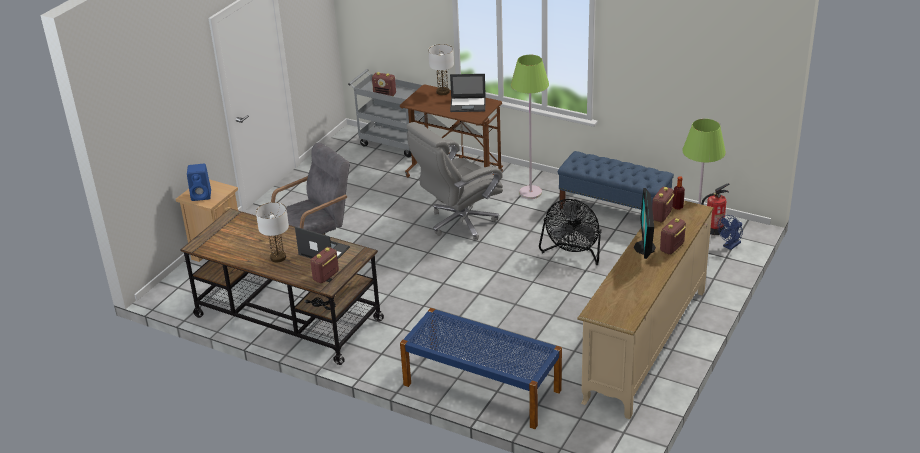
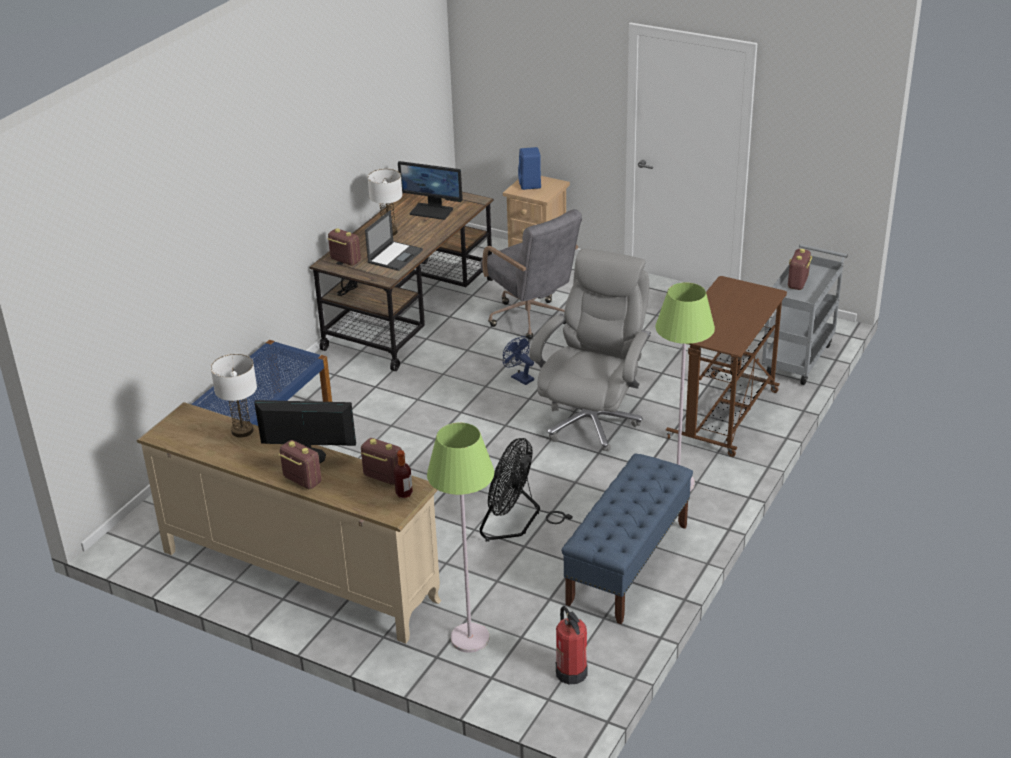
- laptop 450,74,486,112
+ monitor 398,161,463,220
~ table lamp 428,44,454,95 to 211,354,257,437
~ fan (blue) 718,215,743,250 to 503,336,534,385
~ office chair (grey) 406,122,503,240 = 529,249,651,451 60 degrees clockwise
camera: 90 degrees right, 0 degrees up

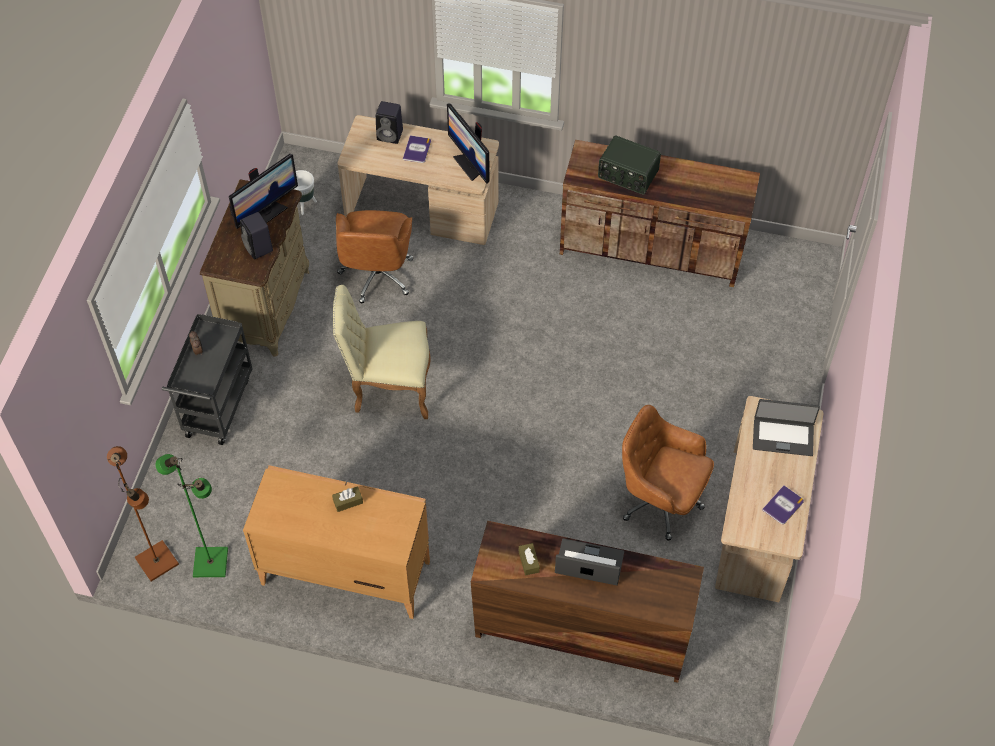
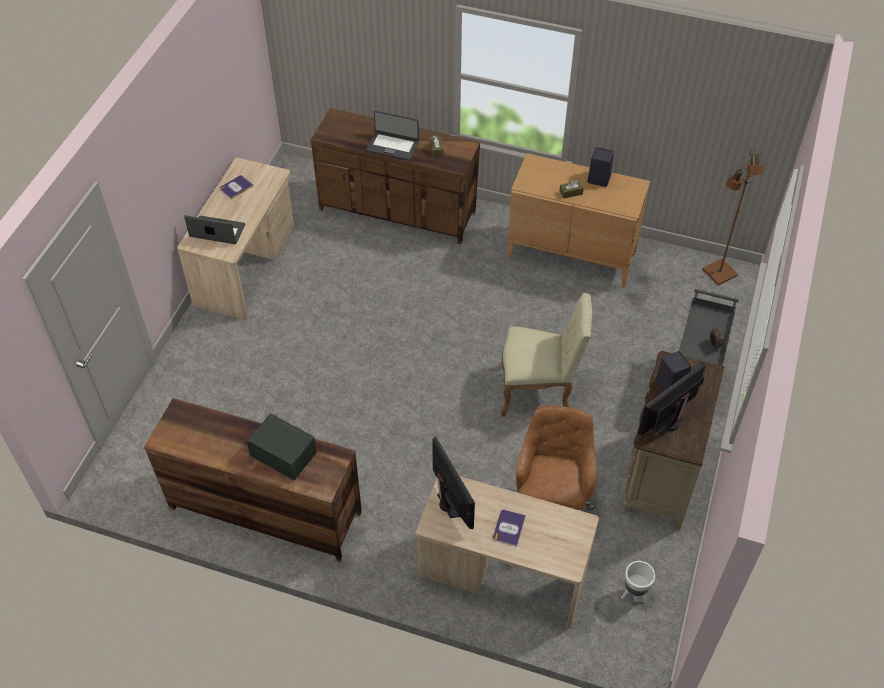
- floor lamp (green) 155,454,228,577
- office chair (brown) 622,405,714,540
~ speaker (black) 376,101,403,144 to 587,147,614,187
camera: 175 degrees left, 5 degrees down

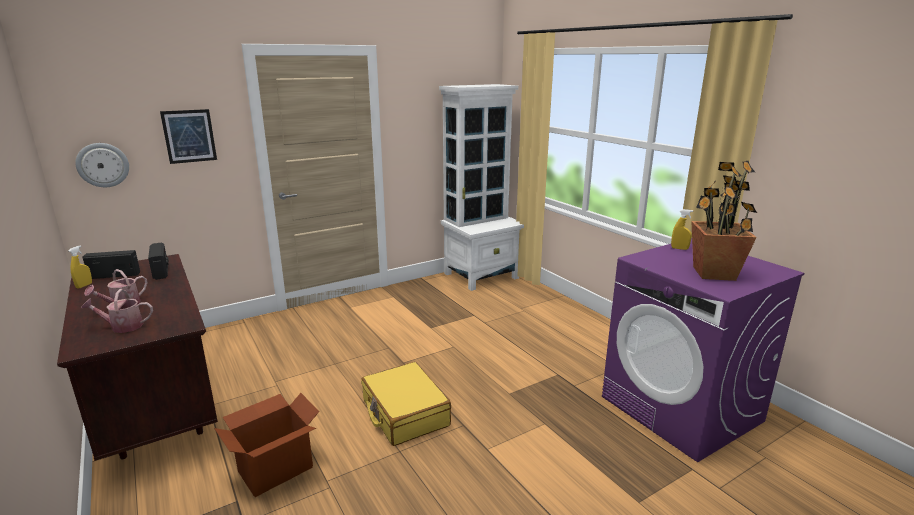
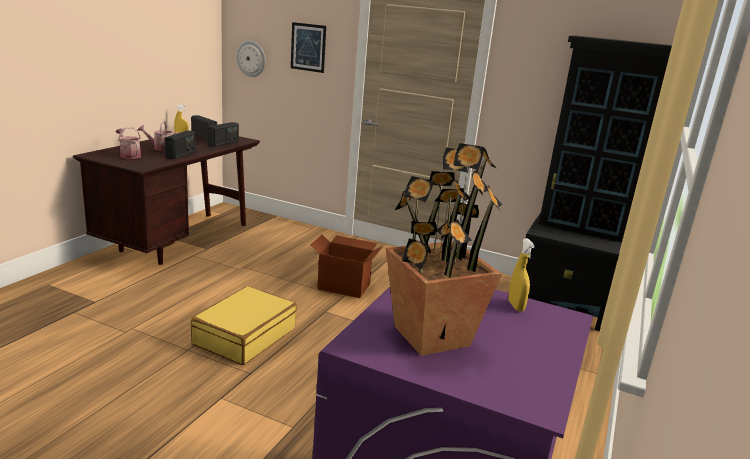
+ radio 165,130,196,160
~ cardboard box 214,393,319,497 to 311,234,383,298
~ cabinet (white) 439,84,524,291 to cabinet (black) 526,36,672,331
camera: 55 degrees right, 0 degrees up

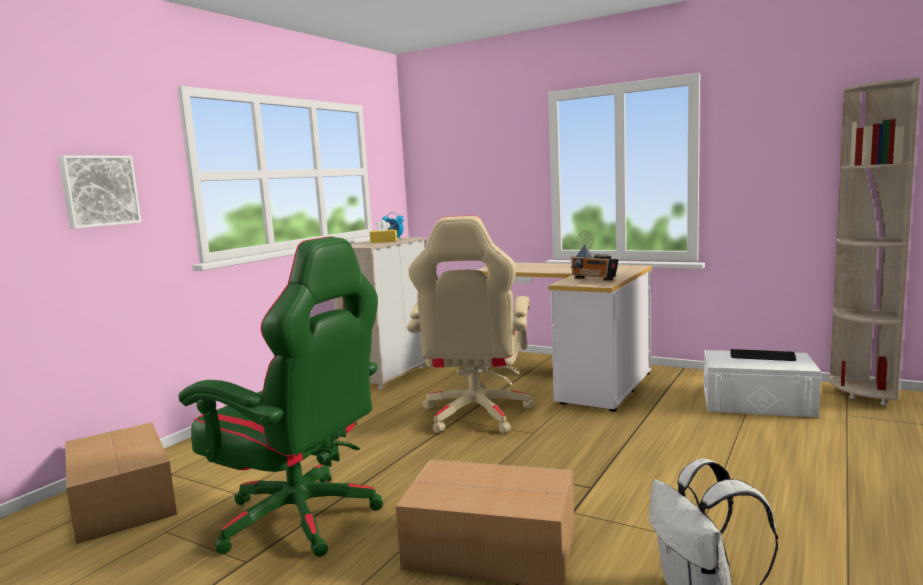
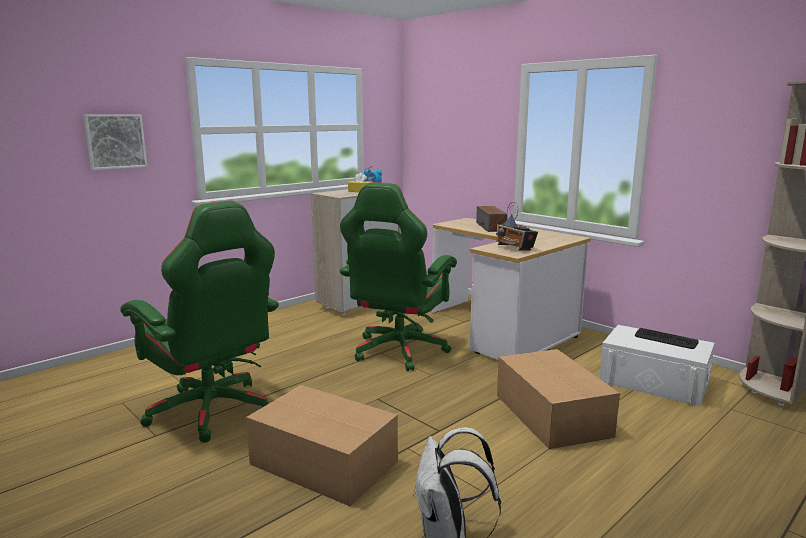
+ speaker 476,206,507,232
~ cardboard box 65,422,177,544 to 497,349,620,449
~ office chair (beige) 407,215,534,434 to office chair (green) 340,182,457,371
camera: 15 degrees right, 5 degrees up

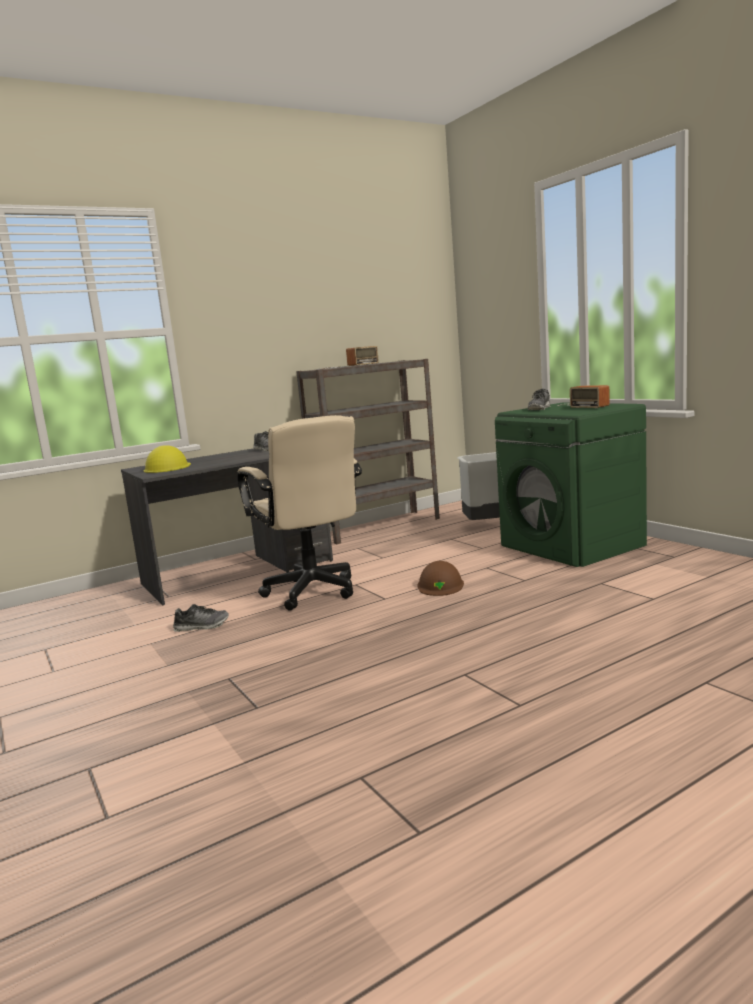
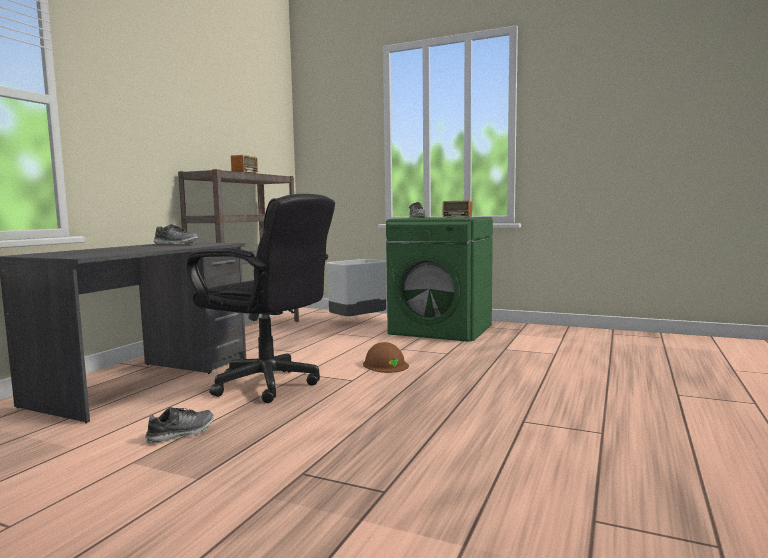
- hard hat (yellow) 144,445,191,473
~ office chair (beige) 237,415,362,611 to office chair (black) 186,194,335,403
camera: 35 degrees left, 5 degrees down

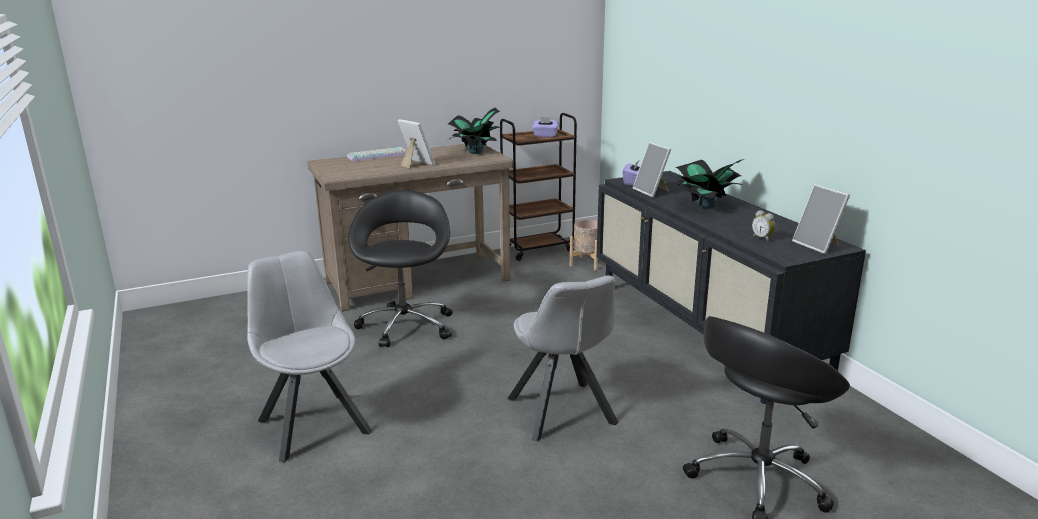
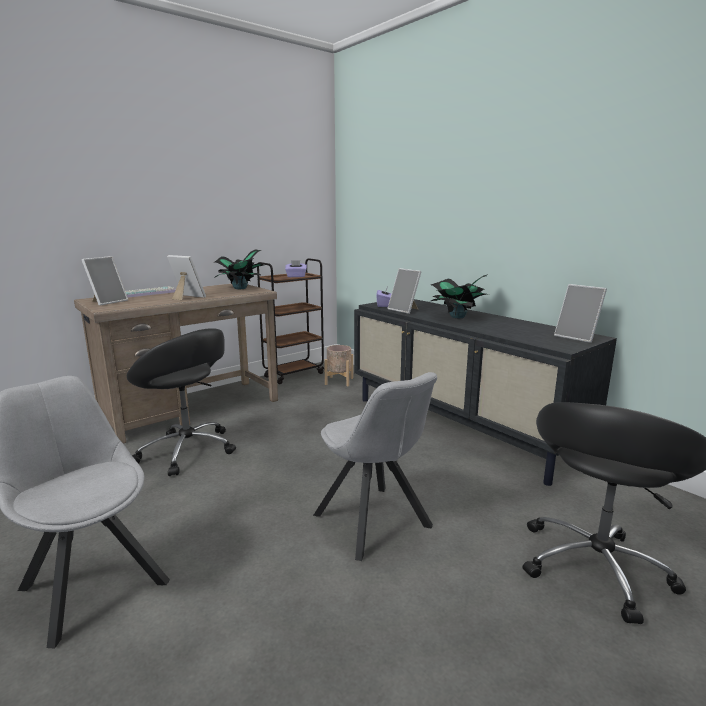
- alarm clock 752,210,775,242
+ picture frame 82,256,128,306
~ office chair (black) 348,190,453,347 = 127,328,236,476 135 degrees clockwise
camera: 15 degrees left, 5 degrees down

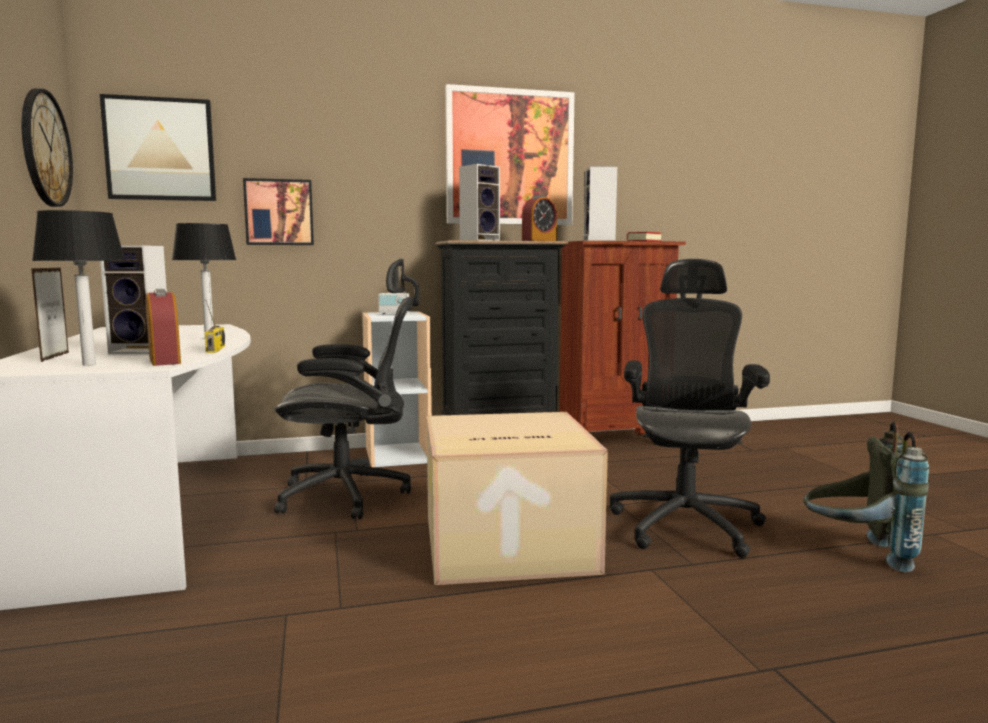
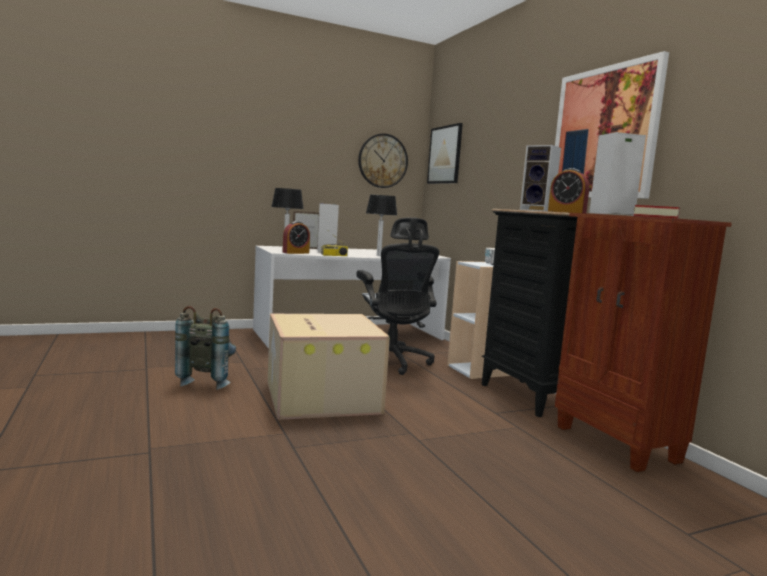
- picture 243,178,314,245
- office chair 610,259,770,558
~ backpack (grey) 803,421,929,573 to 175,306,236,390
camera: 80 degrees right, 0 degrees up

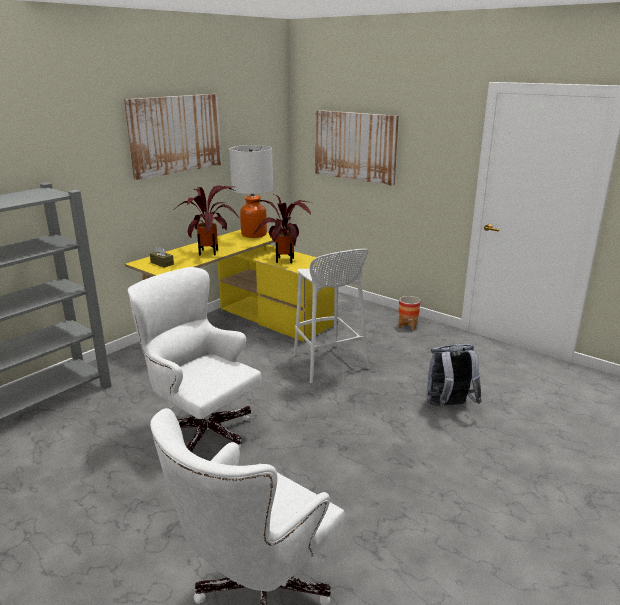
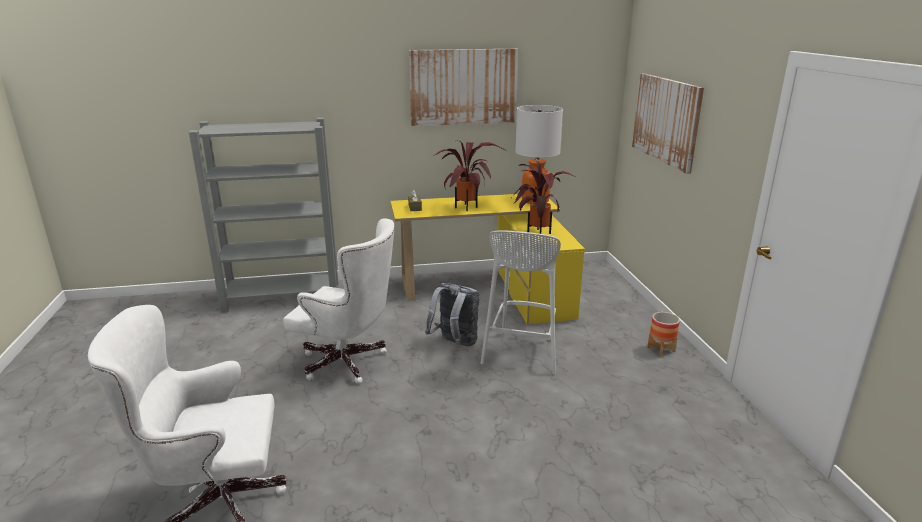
~ backpack (grey) 426,344,482,406 to 425,283,479,346
~ office chair (white) 128,267,261,452 = 283,219,394,384 120 degrees clockwise
camera: 40 degrees right, 0 degrees up

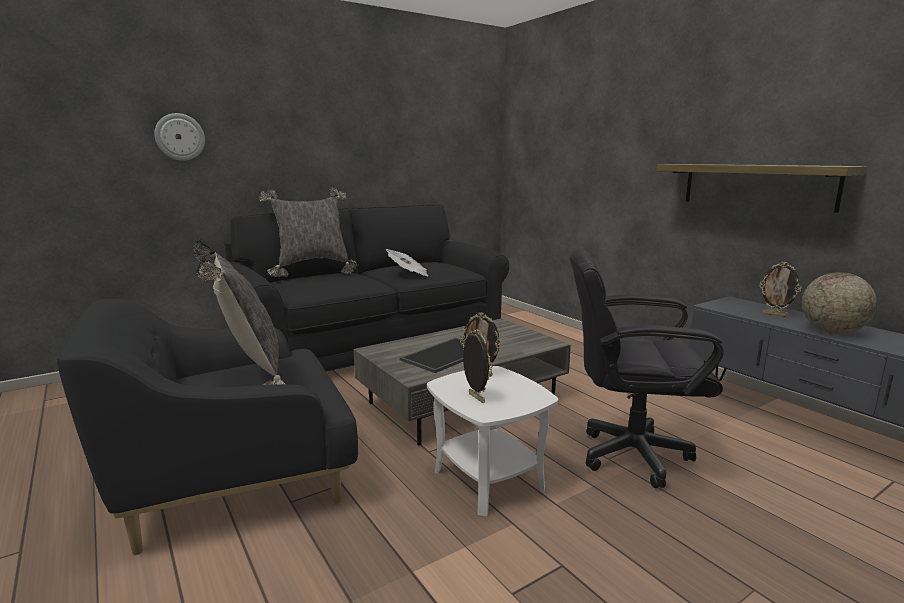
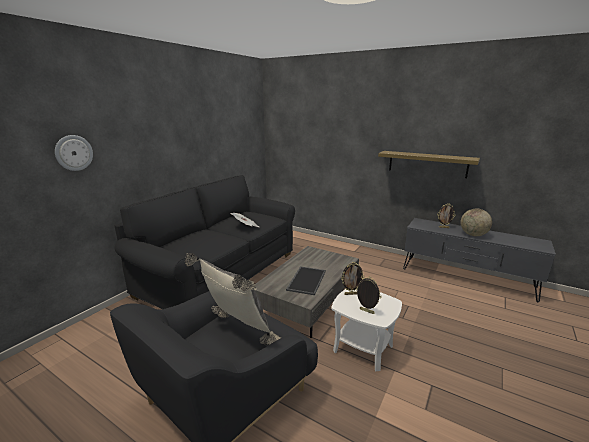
- pillow 259,187,359,277
- office chair (black) 570,249,724,488
camera: 25 degrees left, 5 degrees up

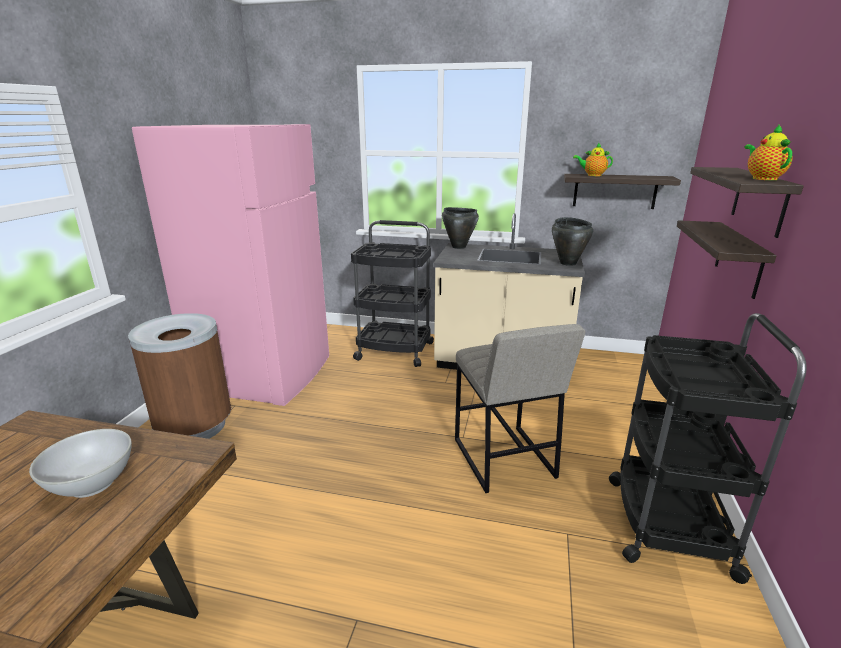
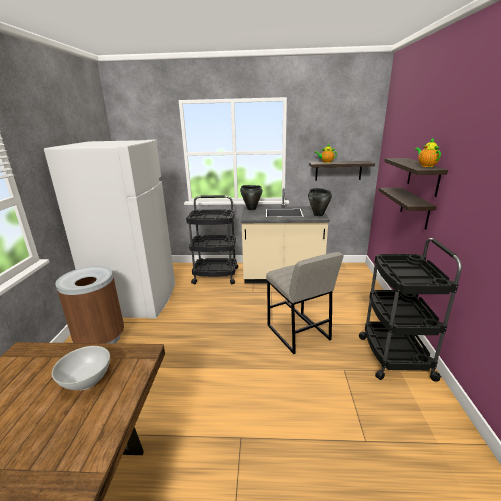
~ fridge (pink) 132,124,329,406 to fridge (white) 44,140,175,319
camera: 10 degrees left, 0 degrees up

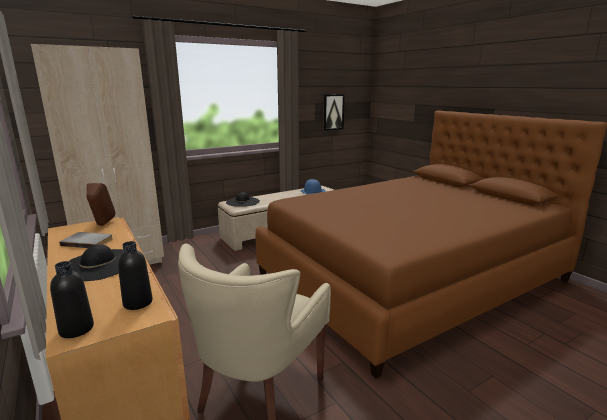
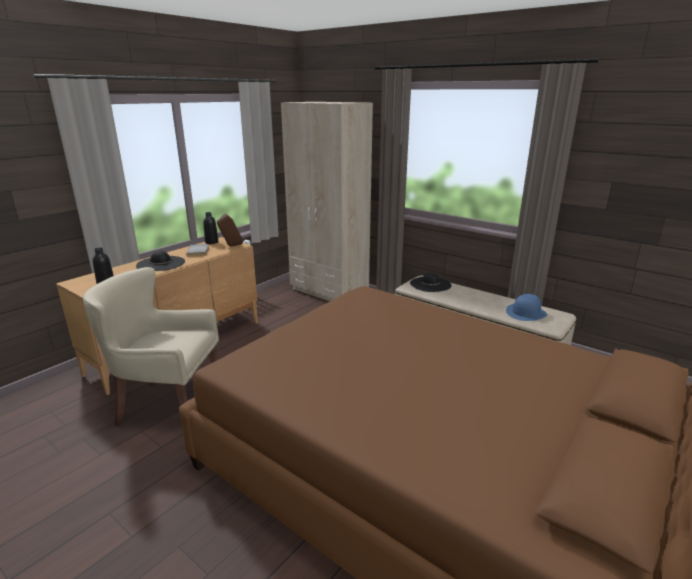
- picture 323,94,345,131
~ bottle (black) 50,261,94,338 to 203,212,218,244
camera: 70 degrees right, 5 degrees up

